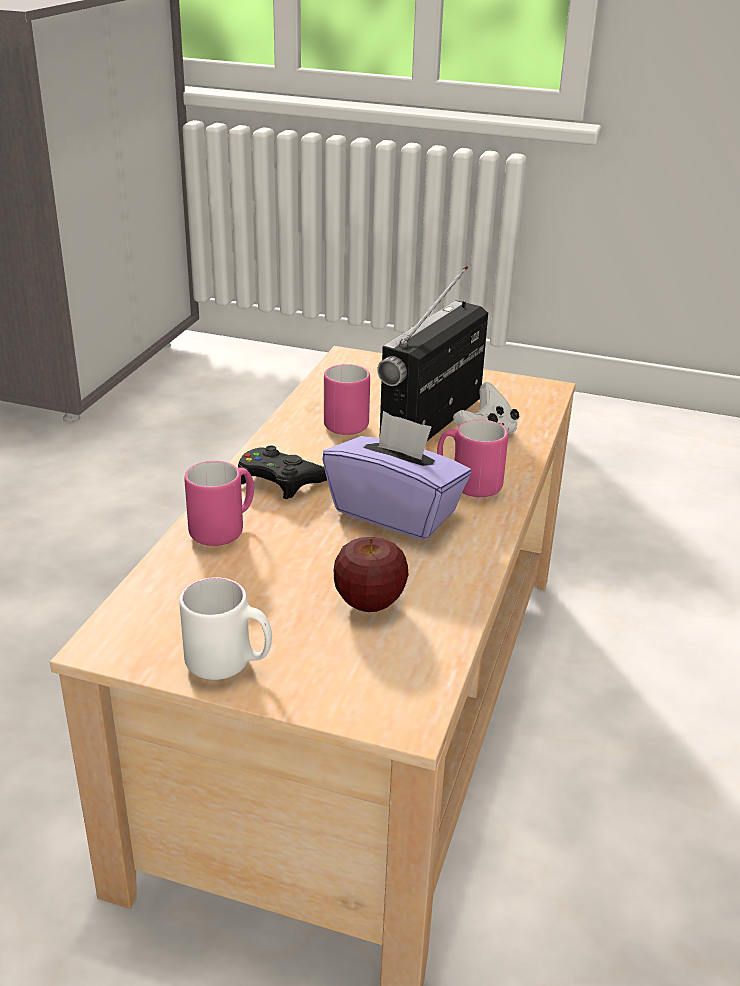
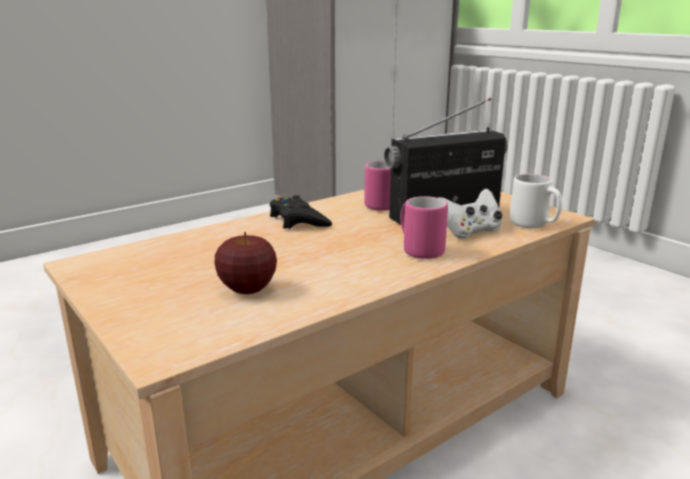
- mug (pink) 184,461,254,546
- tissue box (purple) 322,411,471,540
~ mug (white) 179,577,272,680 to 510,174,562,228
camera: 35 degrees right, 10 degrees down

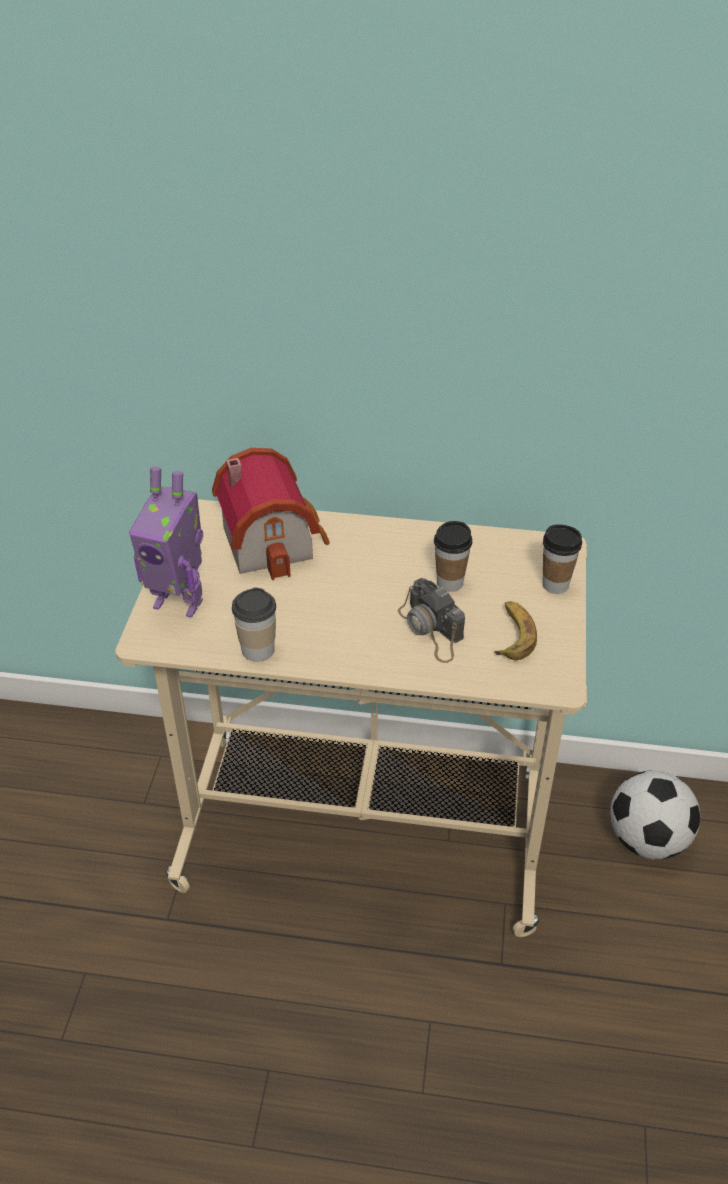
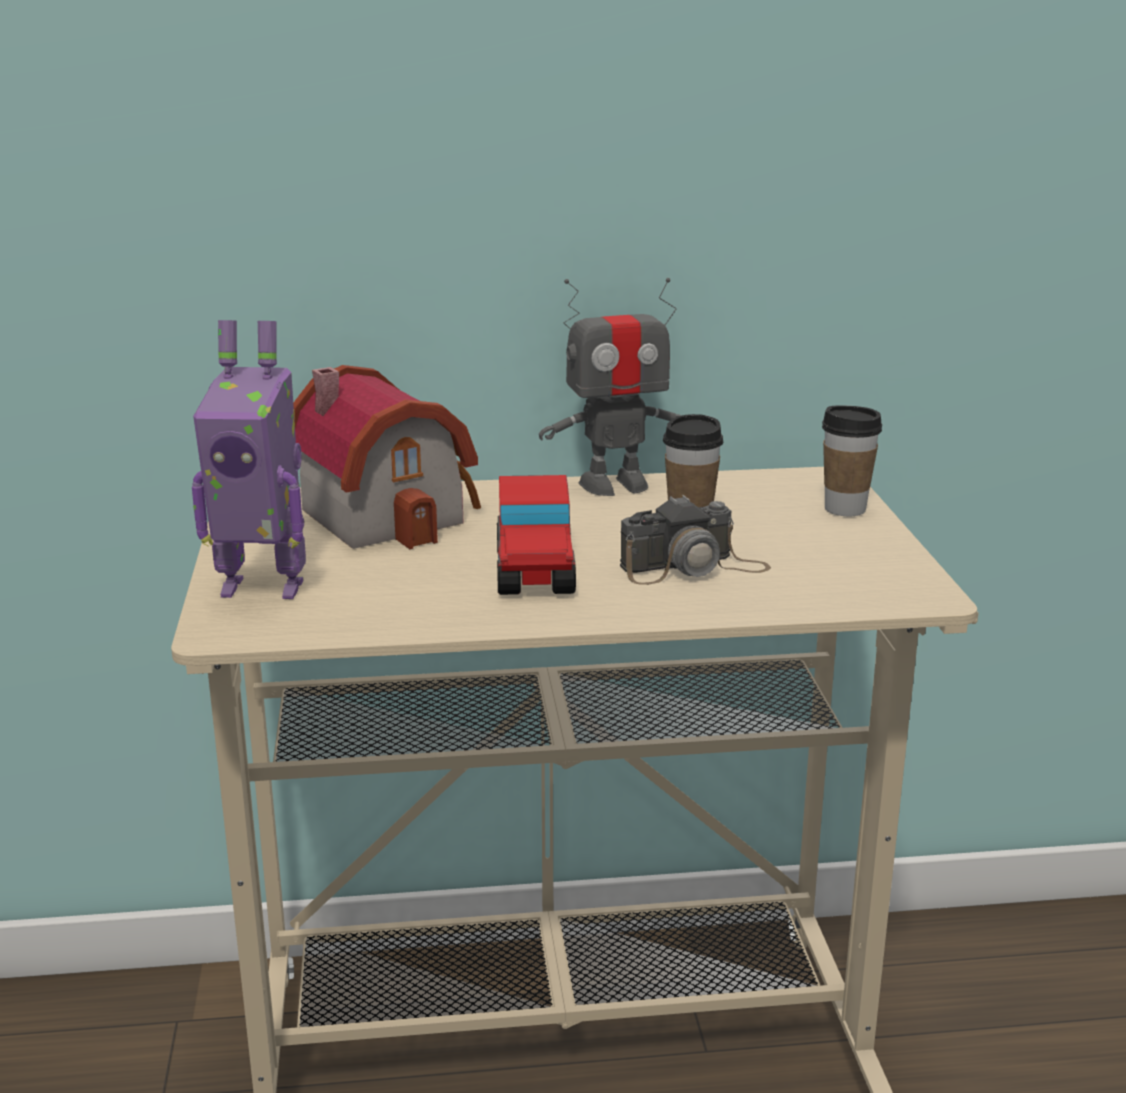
- cup 232,588,276,662
- banana 494,601,537,660
- football 610,770,700,859
+ toy car 497,475,576,595
+ toy robot 539,278,682,496
~ photo camera 398,578,465,663 = 620,495,771,585 60 degrees counterclockwise
camera: 15 degrees left, 20 degrees down

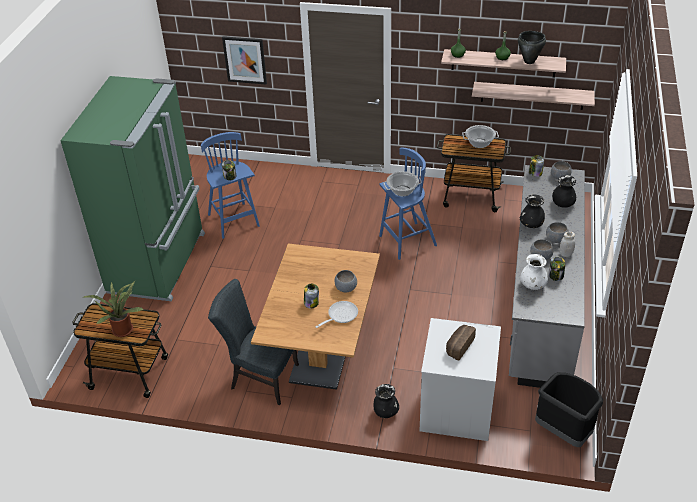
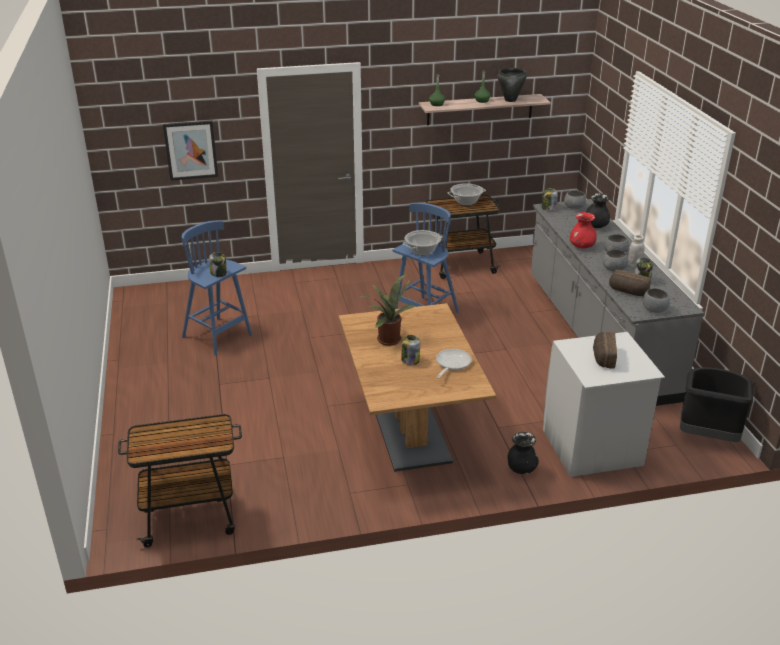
- fridge (green) 60,76,205,301
- chair (grey) 208,279,299,405
- shelf 472,82,595,110
~ potted plant 84,281,144,337 to 359,273,416,346
~ bowl (grey) 335,270,357,292 to 643,288,670,313
~ vase (white) 520,254,548,290 to bread 609,270,651,296
~ vase (black) 520,194,545,228 to vase (red) 570,212,596,248
camera: 25 degrees left, 10 degrees down

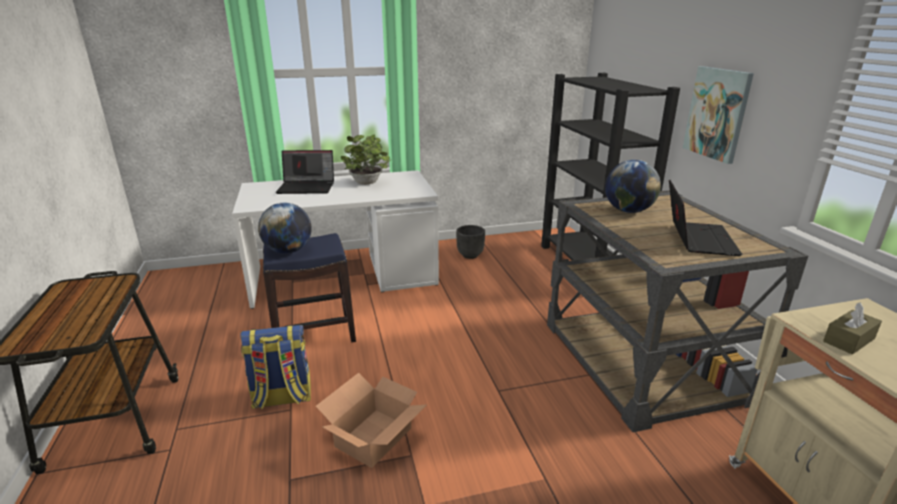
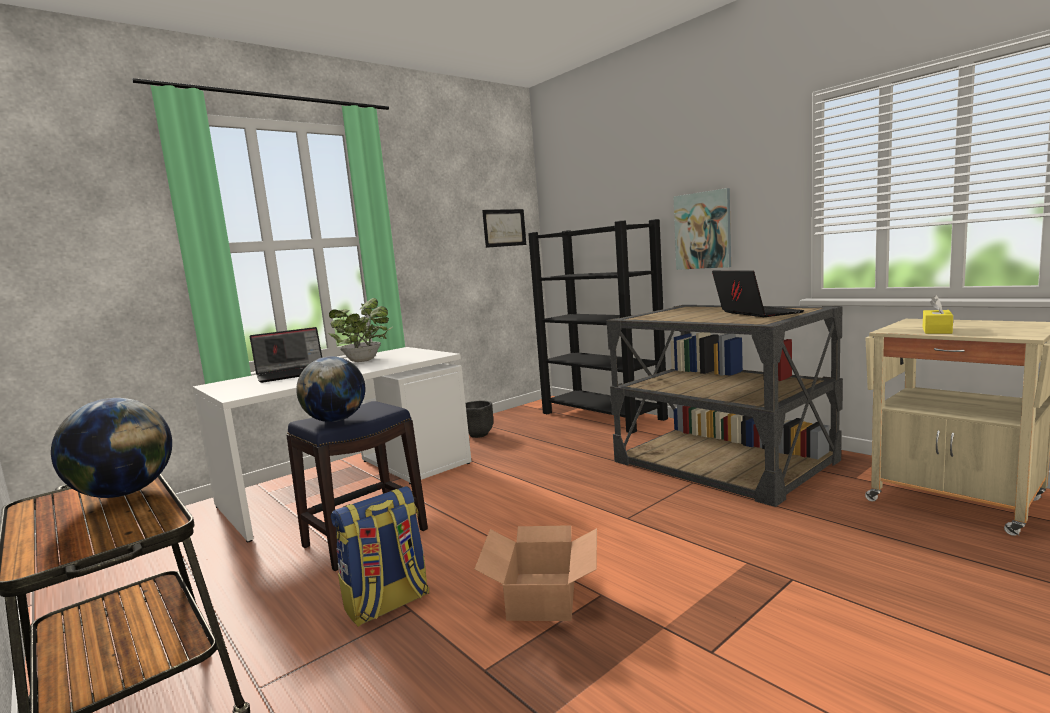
+ picture 482,209,526,248
~ globe 605,160,661,213 to 51,398,172,498
~ tissue box (brown) 823,302,882,354 to tissue box (yellow) 923,295,953,334
camera: 25 degrees left, 15 degrees down

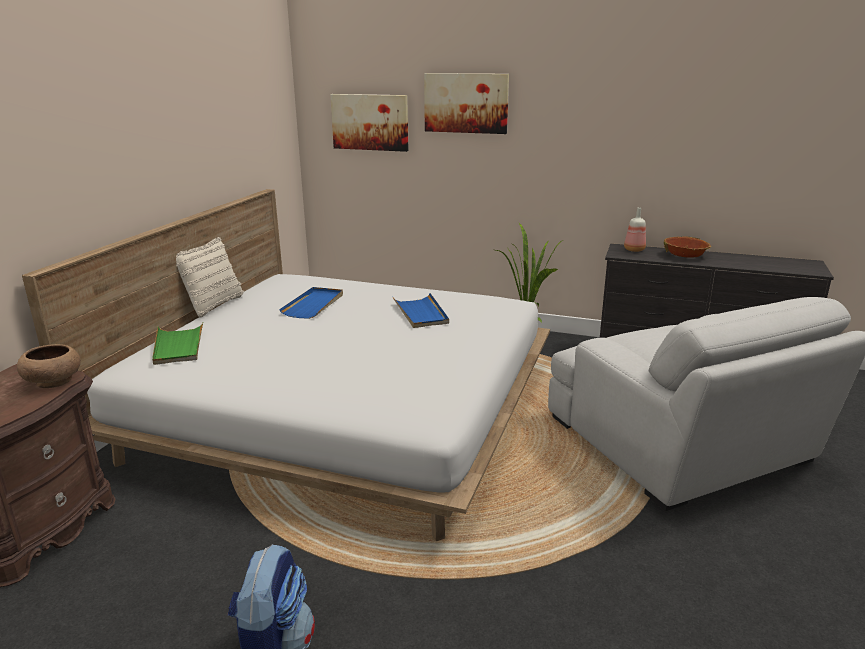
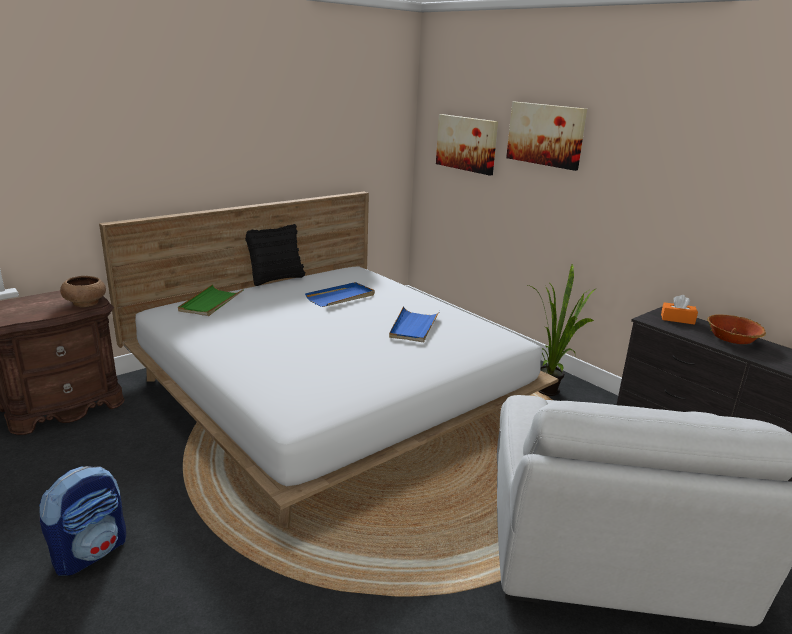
~ bottle 624,207,646,252 to tissue box (orange) 661,295,698,325
~ pillow (beige) 176,237,244,318 to pillow (black) 245,224,305,286
camera: 30 degrees right, 0 degrees up

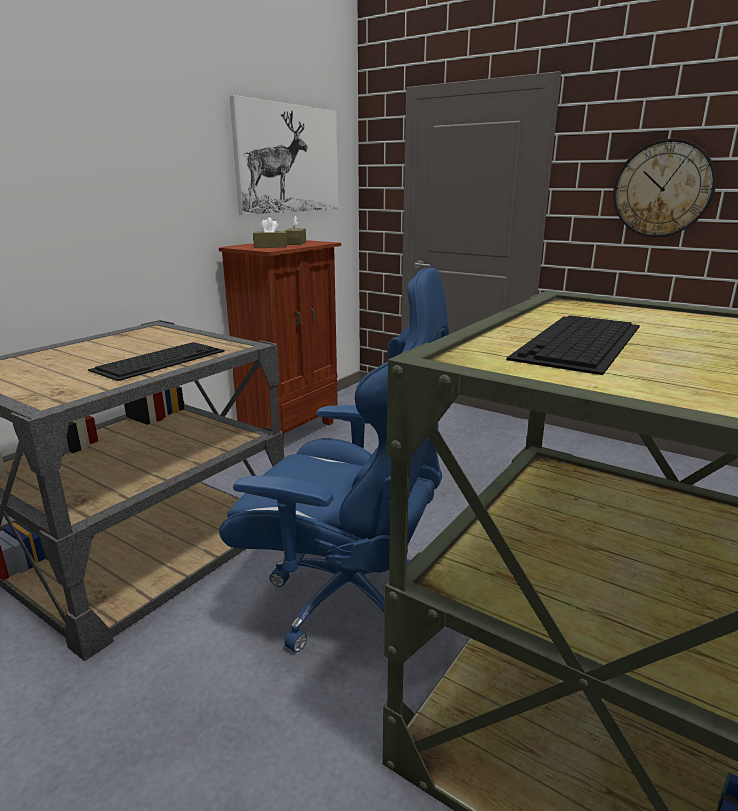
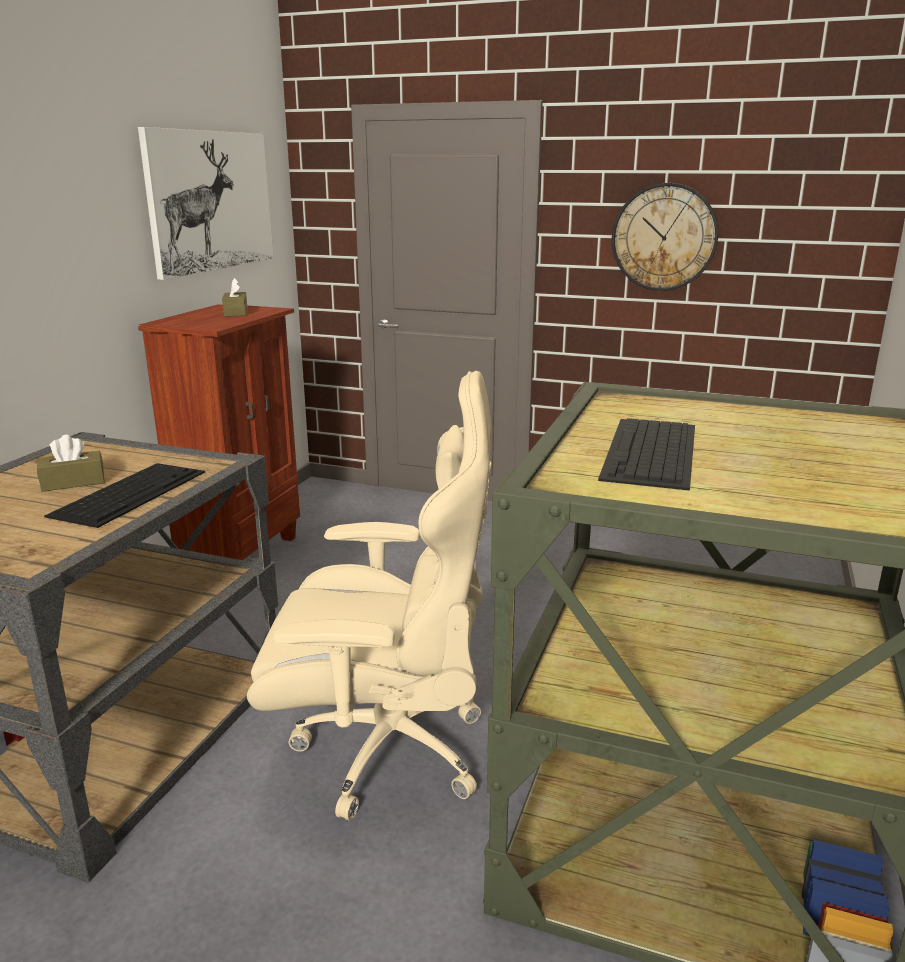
~ tissue box (brown) 253,217,287,248 to 37,435,105,492
~ office chair (blue) 219,268,449,652 to office chair (beige) 247,371,492,821
camera: 15 degrees left, 0 degrees up

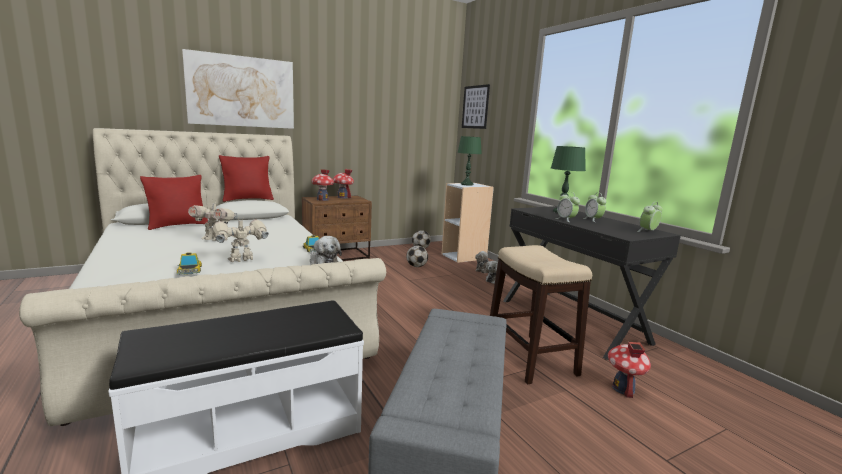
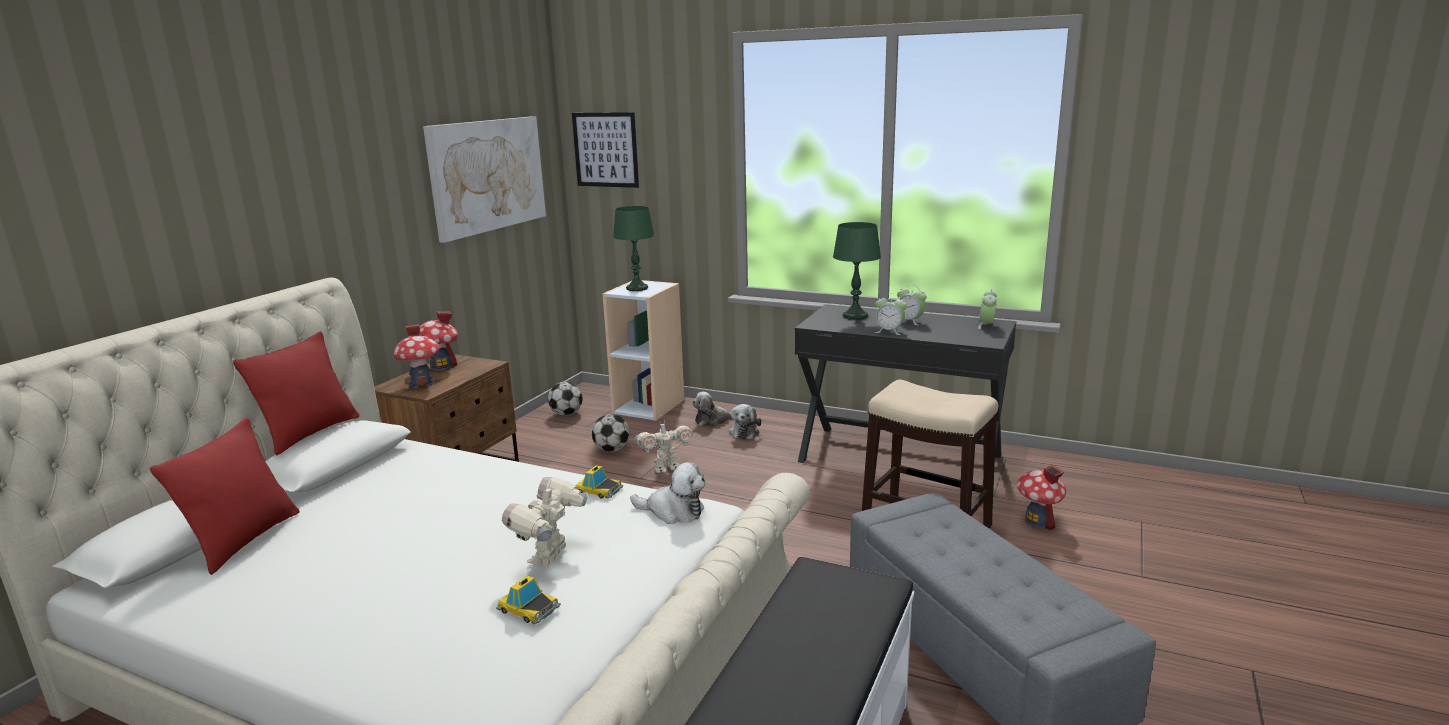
~ picture 182,49,294,129 to 423,116,546,243
~ toy robot 188,201,238,241 to 635,419,693,473
camera: 35 degrees left, 5 degrees up

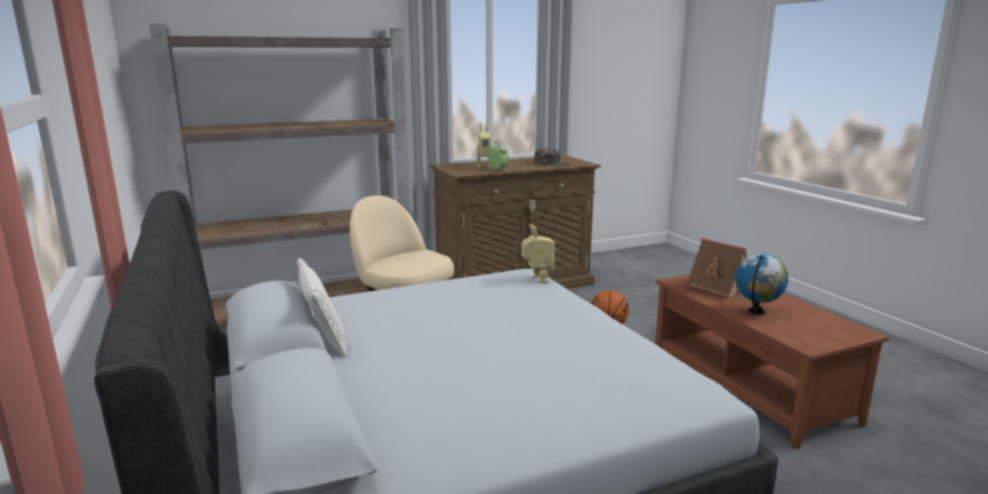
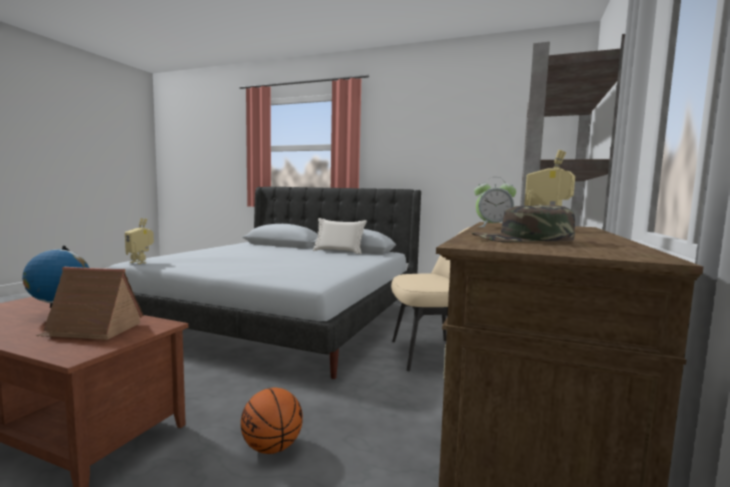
~ toy robot 521,224,555,283 to 125,218,154,264
camera: 135 degrees right, 10 degrees down

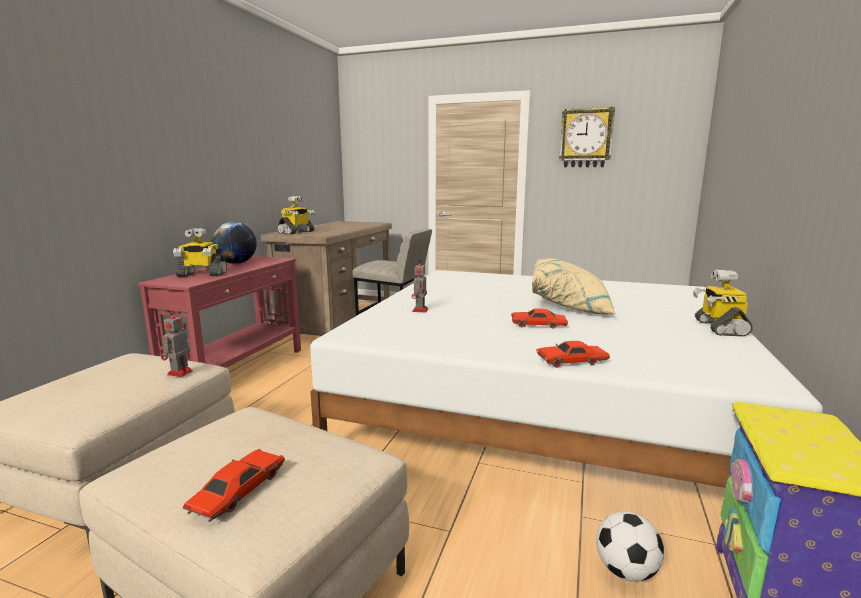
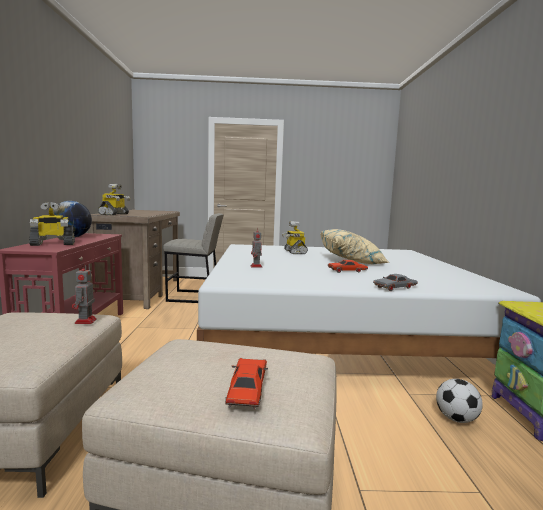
- wall clock 559,107,615,167
~ toy robot 693,270,753,337 to 282,221,308,254
~ toy car (red) 536,341,610,368 to toy car (grey) 373,274,418,291
camera: 20 degrees left, 5 degrees down

